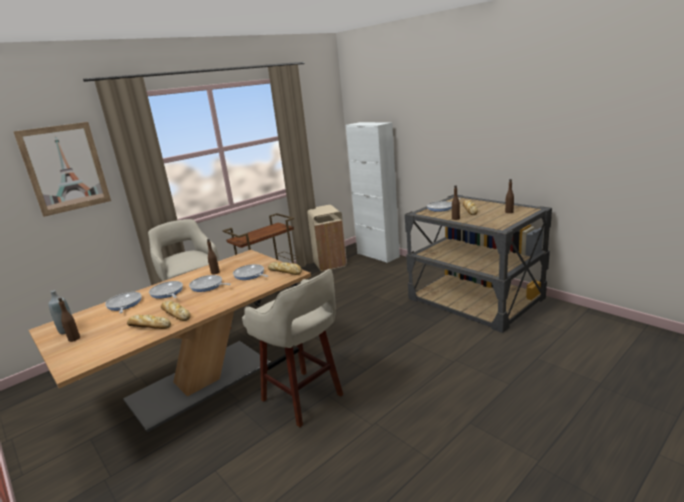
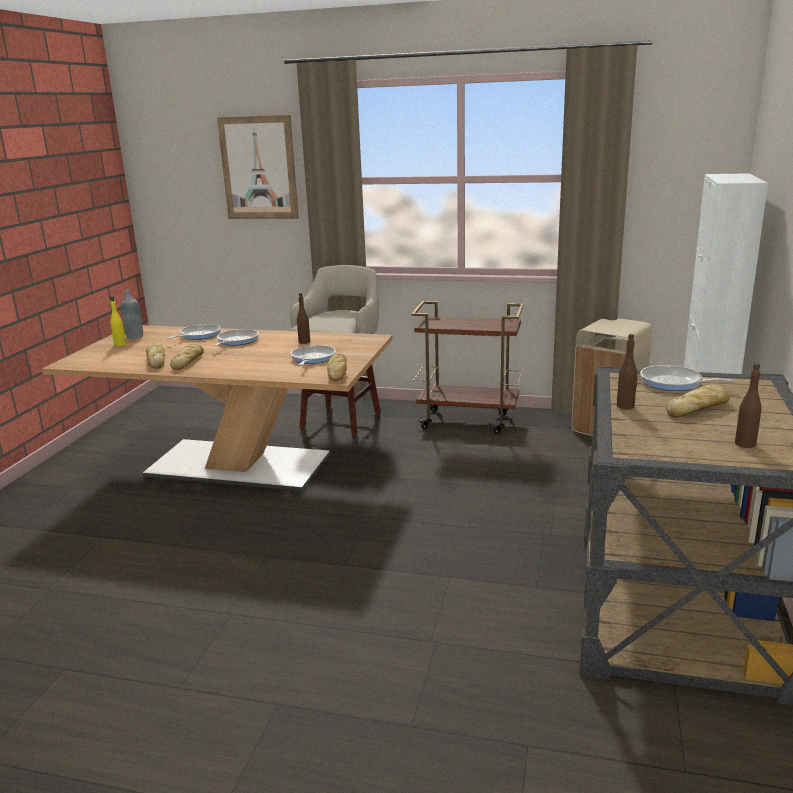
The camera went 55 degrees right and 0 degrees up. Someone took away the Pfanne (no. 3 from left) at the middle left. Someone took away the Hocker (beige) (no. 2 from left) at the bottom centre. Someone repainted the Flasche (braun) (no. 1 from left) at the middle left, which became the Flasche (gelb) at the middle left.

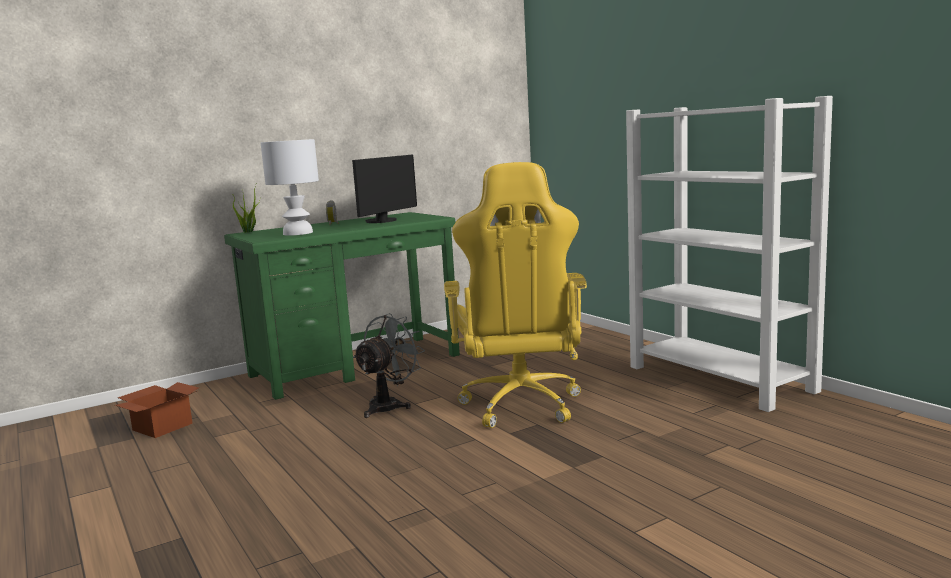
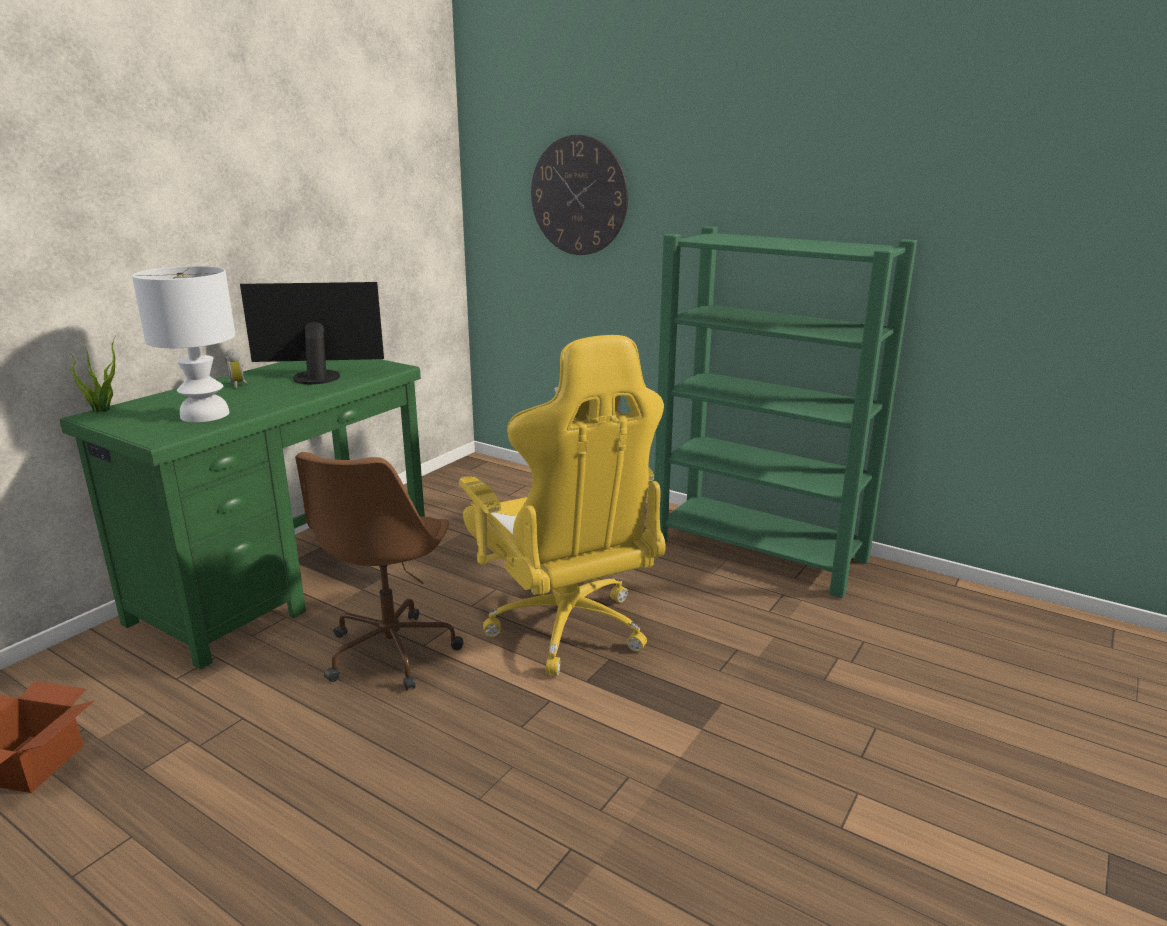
The camera went 25 degrees left and 10 degrees up. Someone put up the Wanduhr at the top centre. Someone swapped the Ventilator (grau) at the centre for the Bürostuhl (braun) at the middle left. Someone repainted the Bücherregal (weiß) at the middle right, which became the Bücherregal (grün) at the middle right. Someone rotated the Monitor at the top centre by 105 degrees counterclockwise.

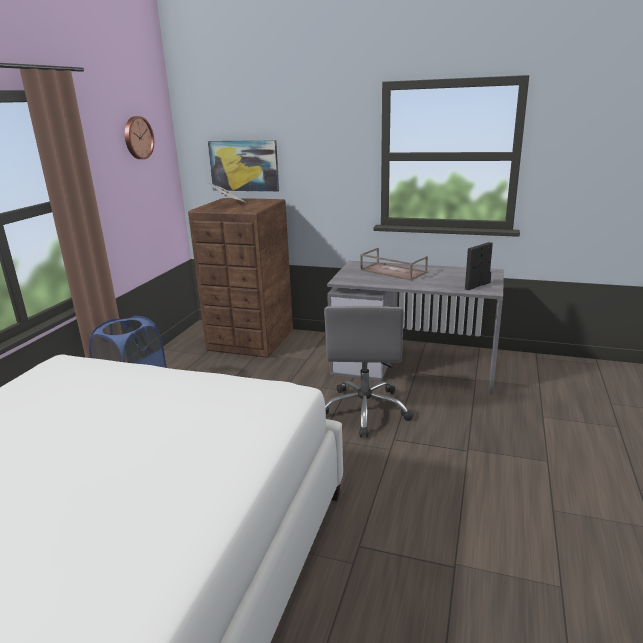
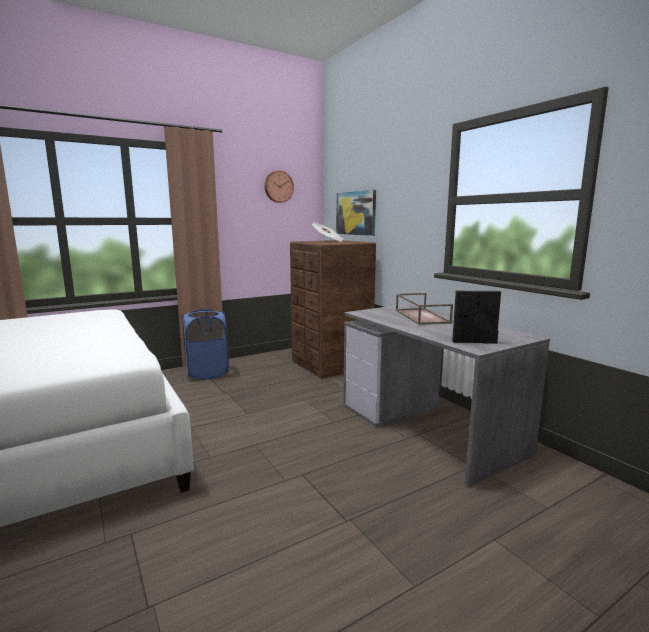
The camera went 40 degrees right and 10 degrees down. Someone took away the Bürostuhl (grau) at the centre.

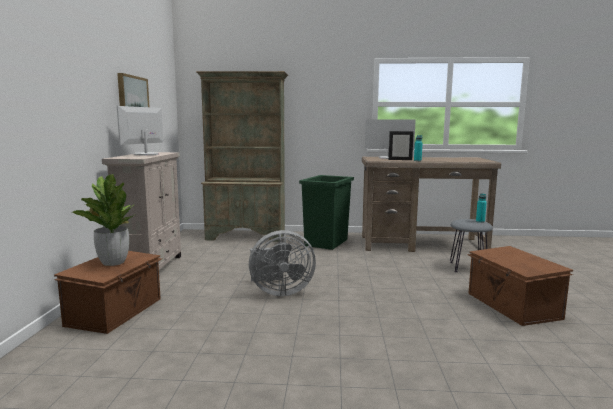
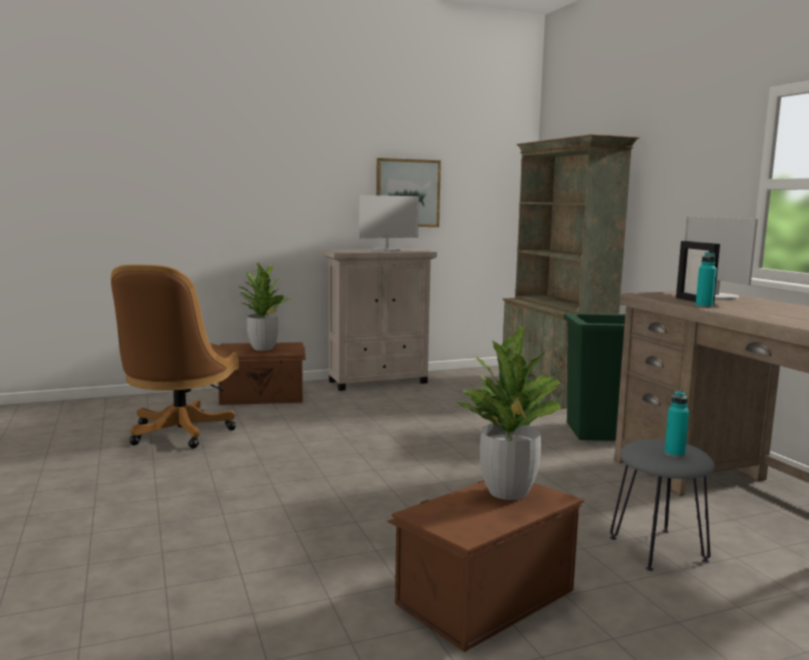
The camera went 65 degrees right and 0 degrees up. Someone took away the Ventilator (grau) at the centre. Someone put down the Bürostuhl (braun) at the middle left. Someone put down the Topfpflanze (no. 2 from left) at the centre. Someone rotated the Monitor (no. 1 from left) at the top left by 150 degrees clockwise.

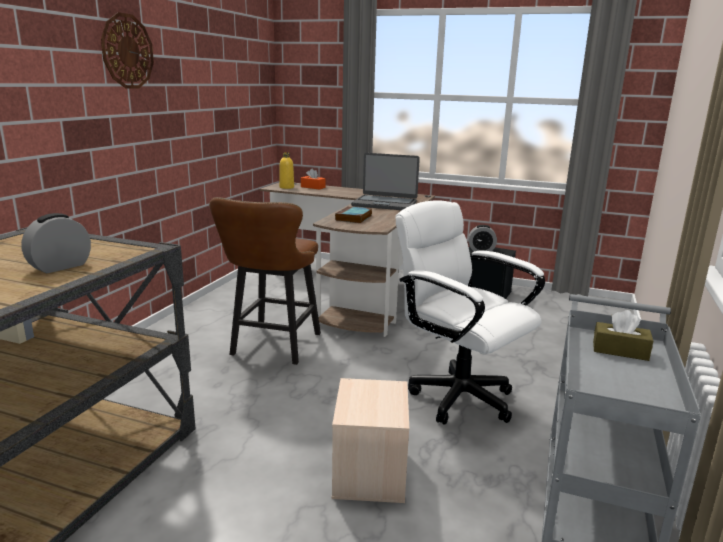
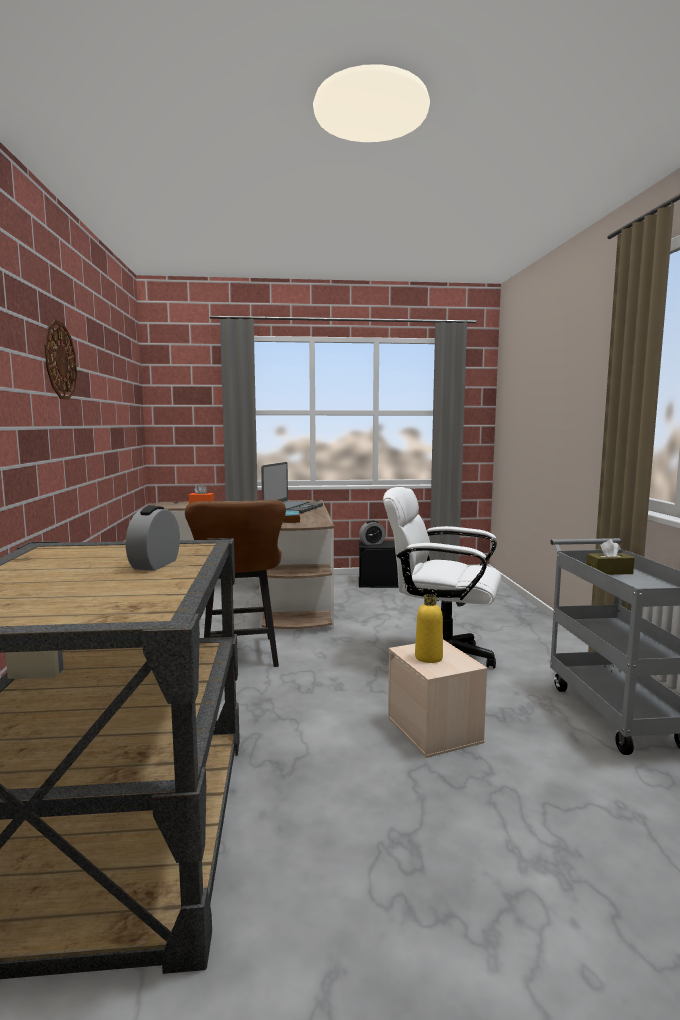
The camera went 25 degrees left and 10 degrees down. Someone carried the Flasche (gelb) from the top centre to the centre. Someone rotated the Laptop at the centre by 60 degrees counterclockwise.

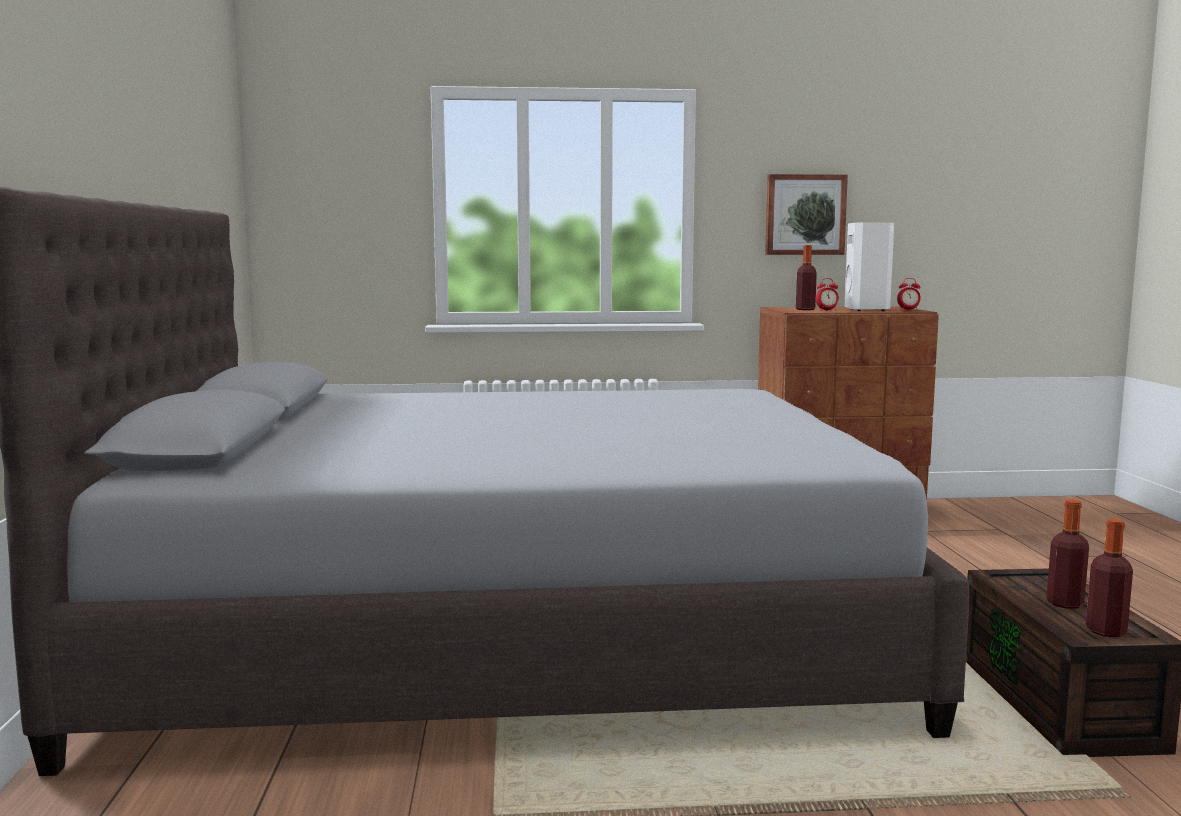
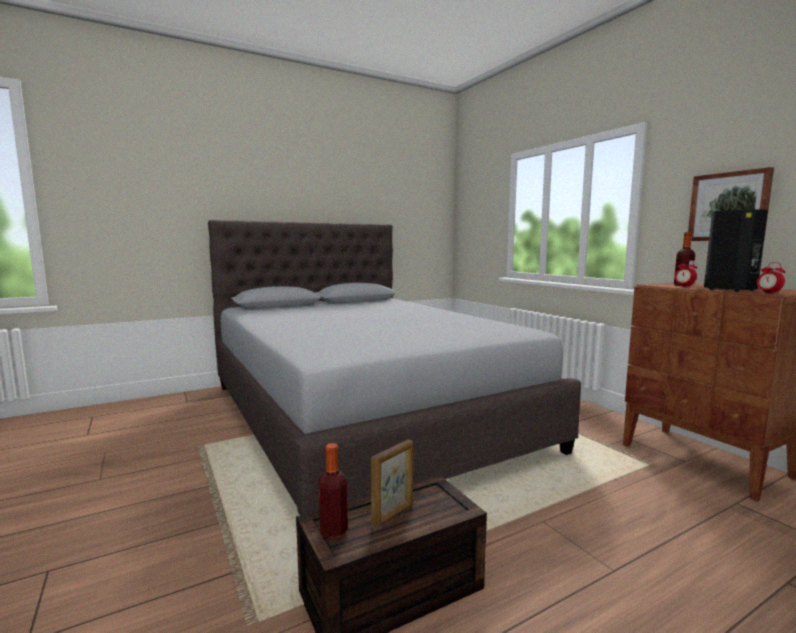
The camera went 65 degrees right and 0 degrees up. Someone swapped the Flasche (no. 2 from left) at the bottom right for the Bilderrahmen at the bottom centre. Someone repainted the Lautsprecher (weiß) at the top right, which became the Lautsprecher (schwarz) at the middle right.

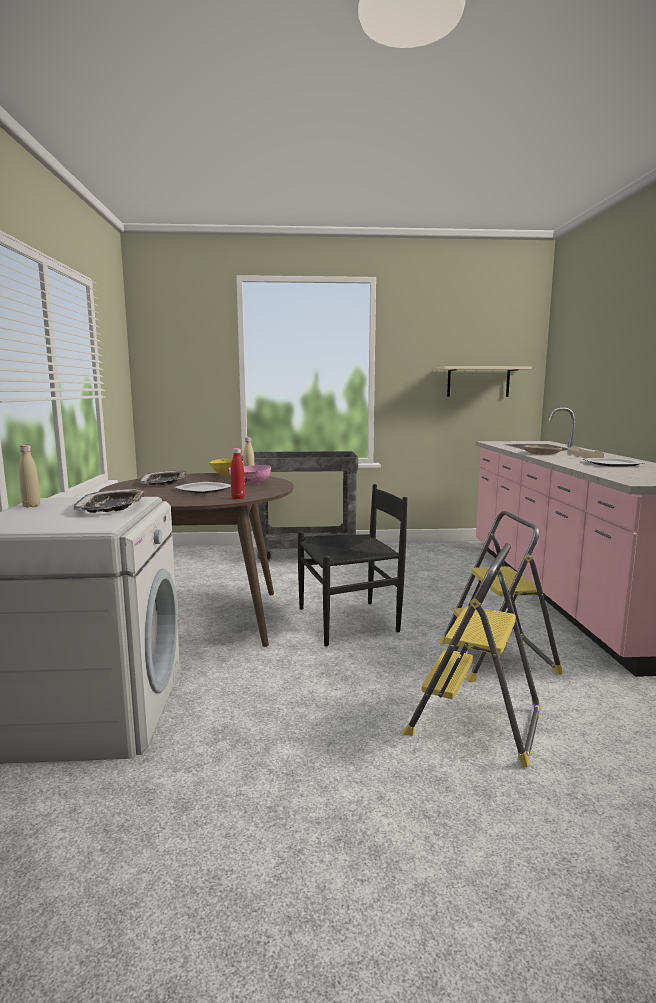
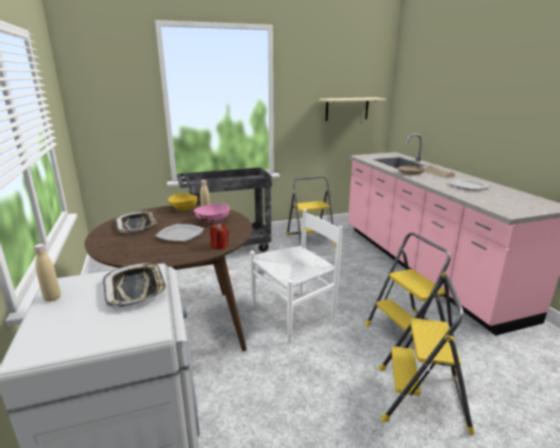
The camera went 15 degrees left and 10 degrees up. Someone put down the Trittleiter (gelb) (no. 1 from left) at the centre. Someone swapped the Flasche (rot) at the centre for the Kerze (rot) at the centre. Someone repainted the Stuhl (schwarz) at the centre, which became the Stuhl (weiß) at the centre.

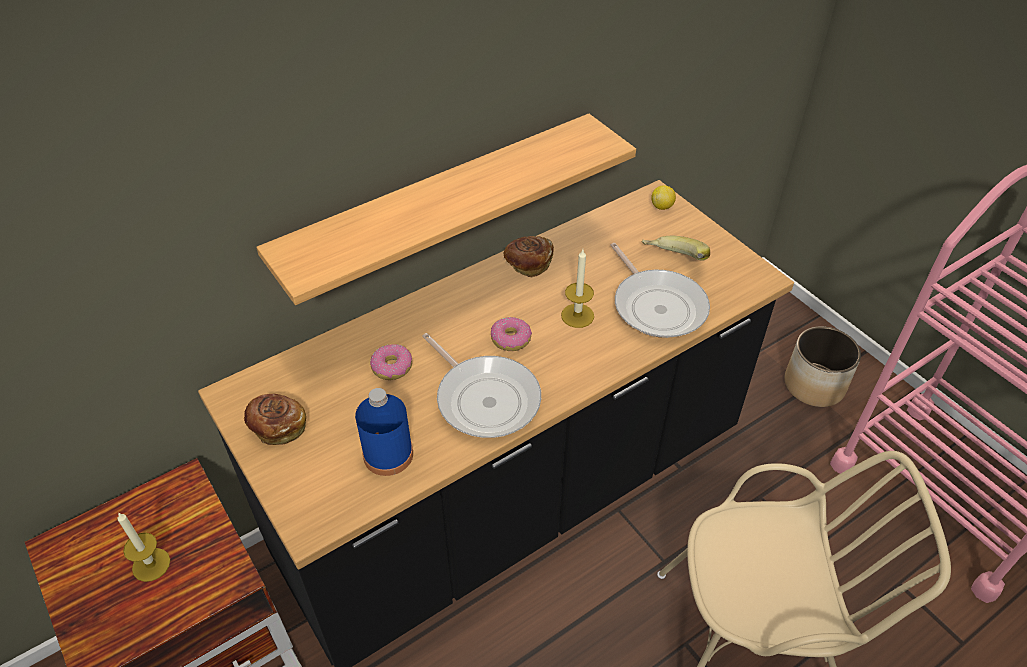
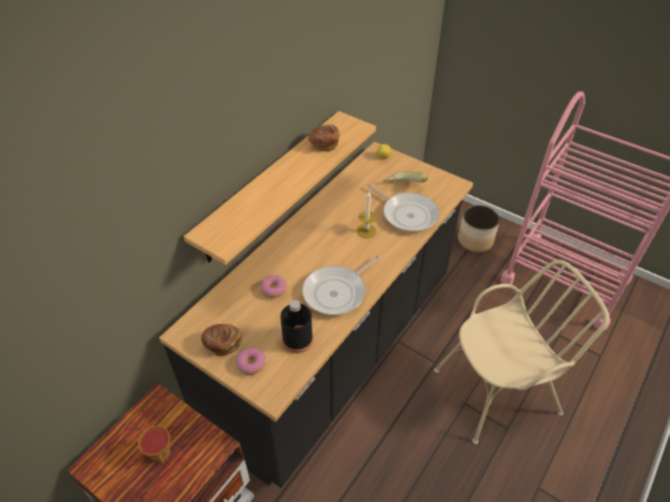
The camera went 20 degrees left and 0 degrees up. Someone carried the Donut (no. 2 from left in the first image) from the centre to the bottom centre. Someone carried the Brot (no. 2 from left) from the centre to the top centre. Someone swapped the Kerze (no. 1 from left) at the bottom left for the Tasse at the bottom left. Someone repainted the Flasche (blau) at the centre, which became the Flasche (schwarz) at the centre. Someone rotated the Pfanne (no. 1 from left) at the centre by 105 degrees clockwise.

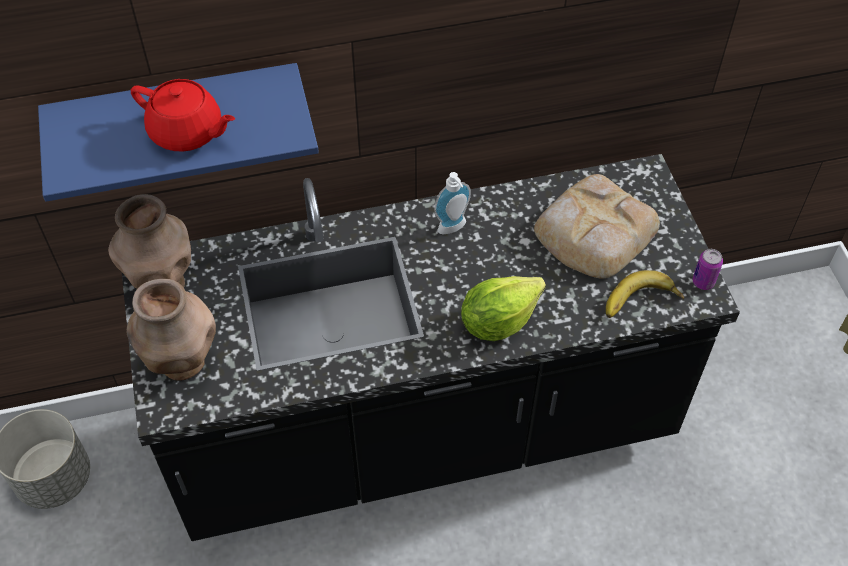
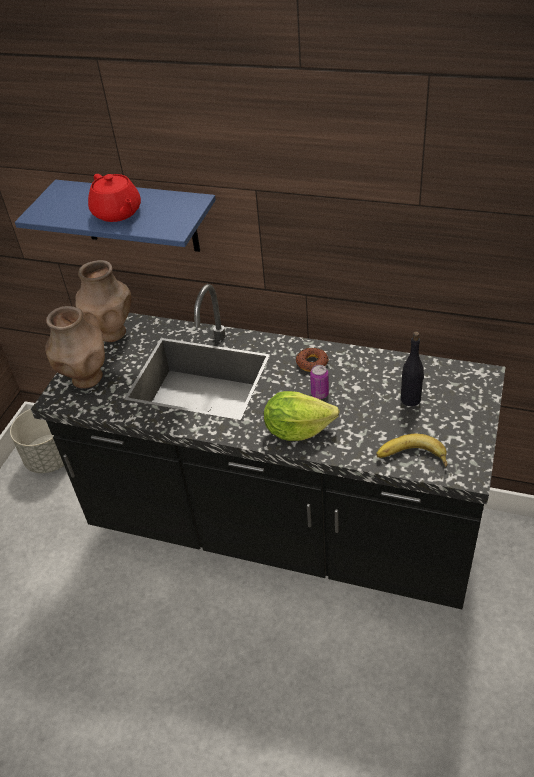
The camera went 35 degrees right and 10 degrees down. Someone carried the Dose from the middle right to the centre. Someone swapped the Seifenspender at the centre for the Donut at the centre. Someone swapped the Brot at the middle right for the Flasche (schwarz) at the middle right.

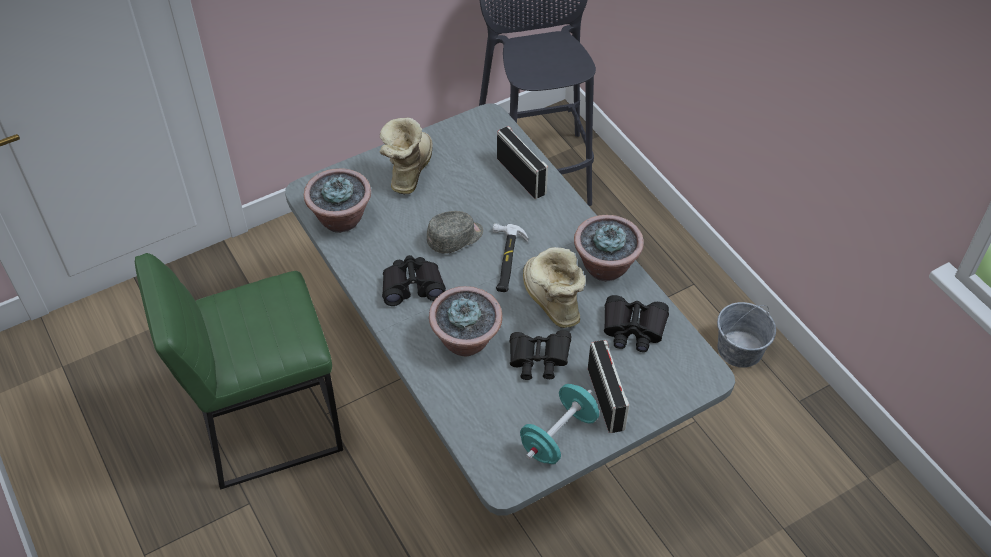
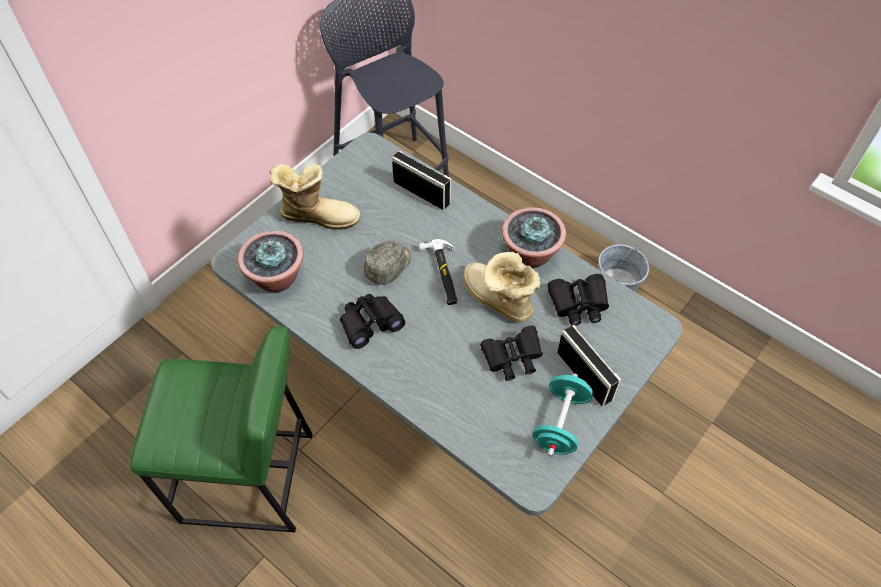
The camera went 20 degrees left and 5 degrees up. Someone took away the Topfpflanze (no. 2 from left) at the centre. Someone rotated the Stuhl (grün) at the middle left by 135 degrees counterclockwise. Someone rotated the Stiefel (no. 1 from left) at the top centre by 105 degrees clockwise.

